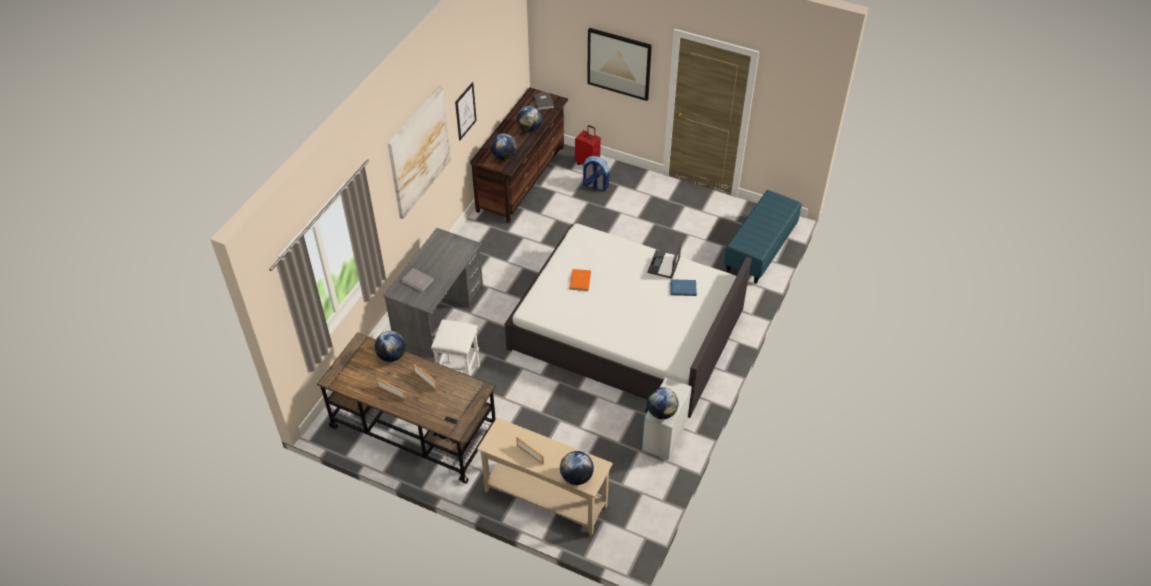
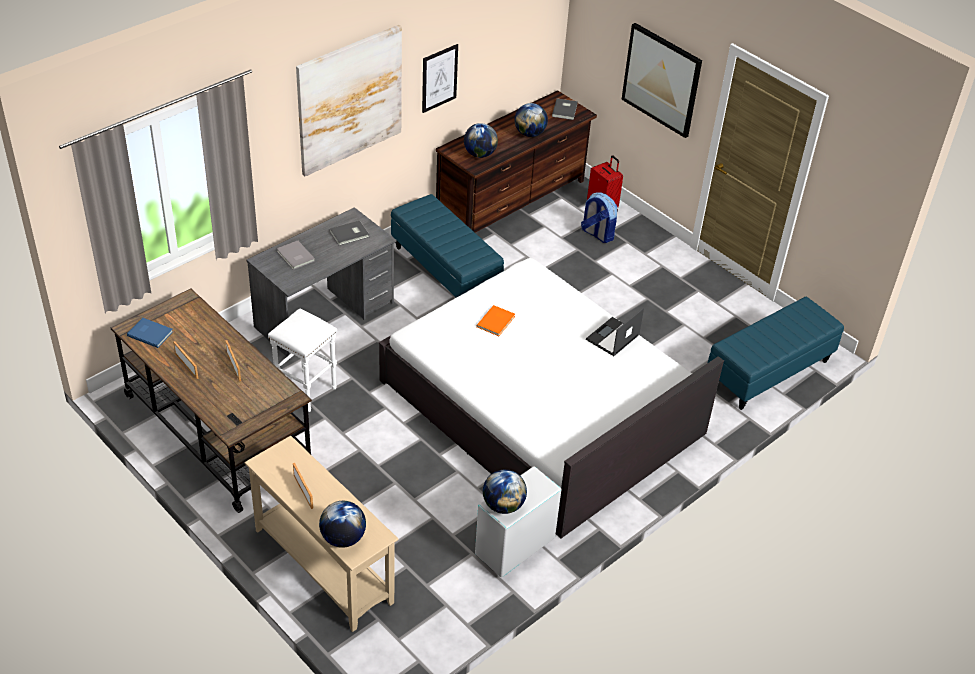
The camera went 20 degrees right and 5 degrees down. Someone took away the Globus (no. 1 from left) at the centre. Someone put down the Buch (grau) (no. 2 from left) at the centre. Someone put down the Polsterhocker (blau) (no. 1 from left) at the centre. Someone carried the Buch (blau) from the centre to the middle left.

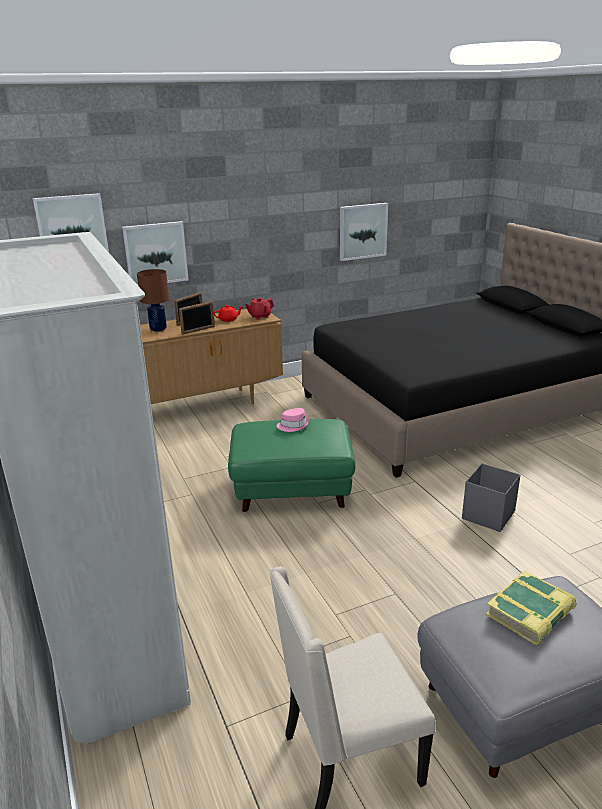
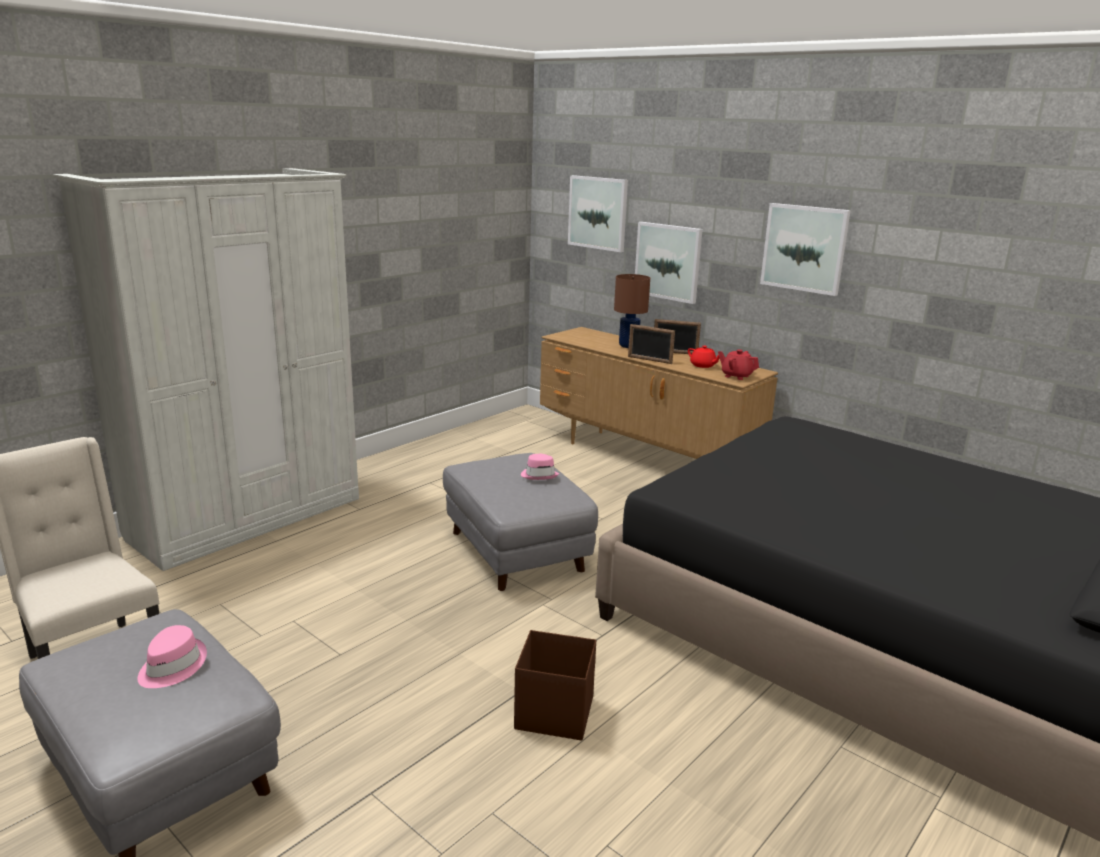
The camera went 65 degrees right and 5 degrees down. Someone carried the Bild (no. 3 from left) from the top centre to the top right. Someone swapped the Buch at the bottom right for the Hut (rosa) (no. 1 from left) at the bottom left. Someone repainted the Polsterhocker (grün) at the centre, which became the Polsterhocker (grau) (no. 2 from left) at the centre. Someone repainted the Aufbewahrungsbox (grau) at the middle right, which became the Aufbewahrungsbox (braun) at the bottom centre.

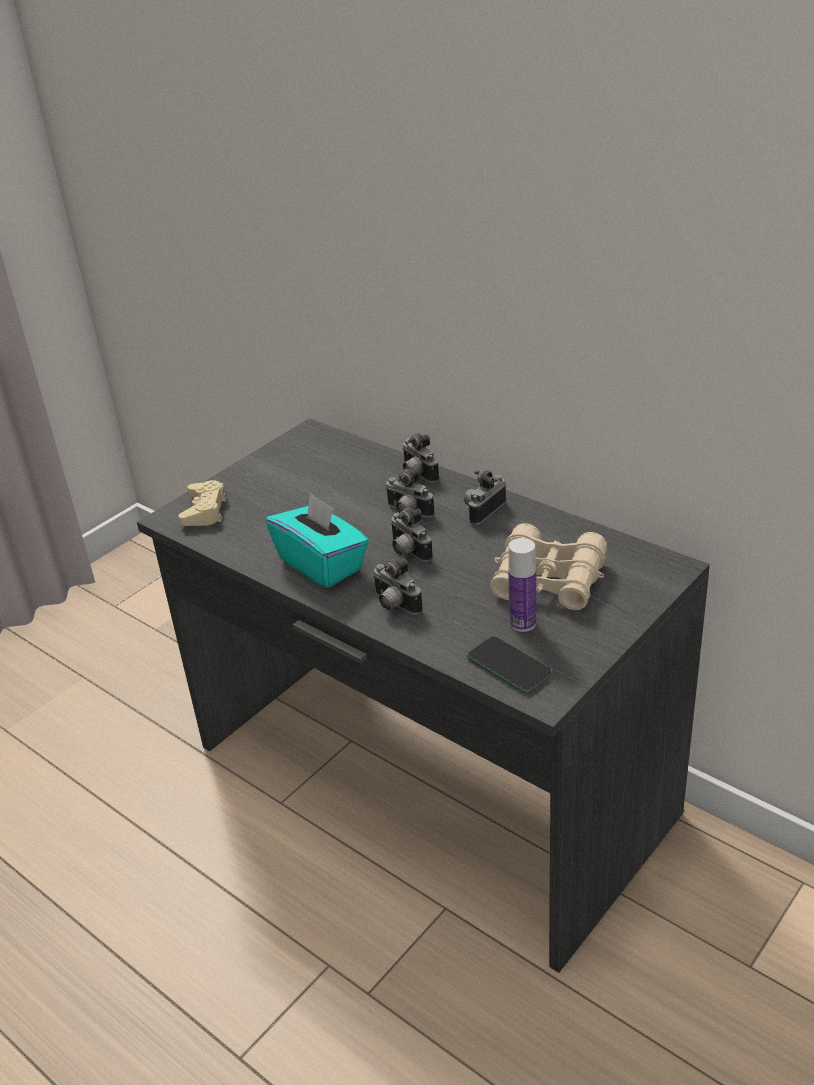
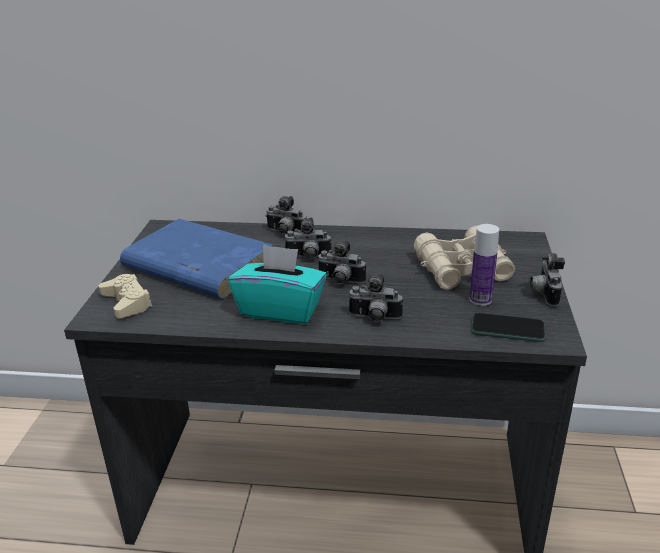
The camera went 35 degrees left and 5 degrees down. Someone put down the Buch (blau) at the middle left. Someone carried the Kamera (no. 5 from left) from the centre to the middle right.

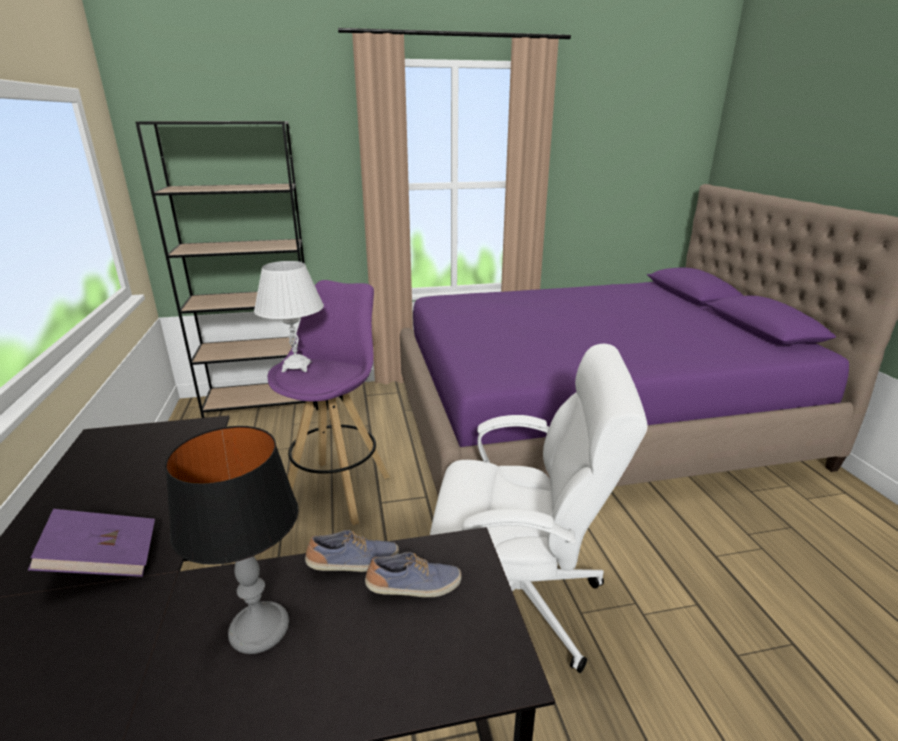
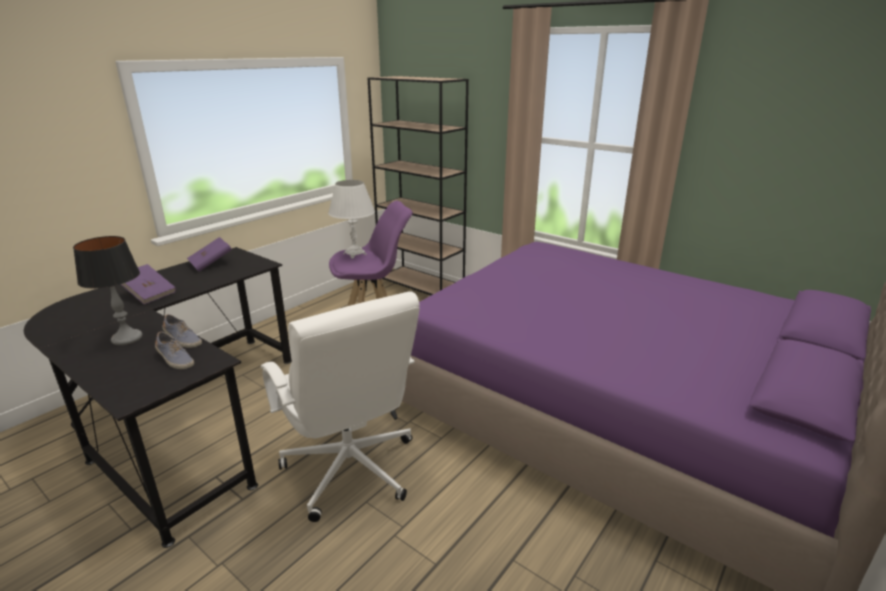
The camera went 50 degrees right and 0 degrees up. Someone put down the Buch (lila) (no. 2 from left) at the middle left.

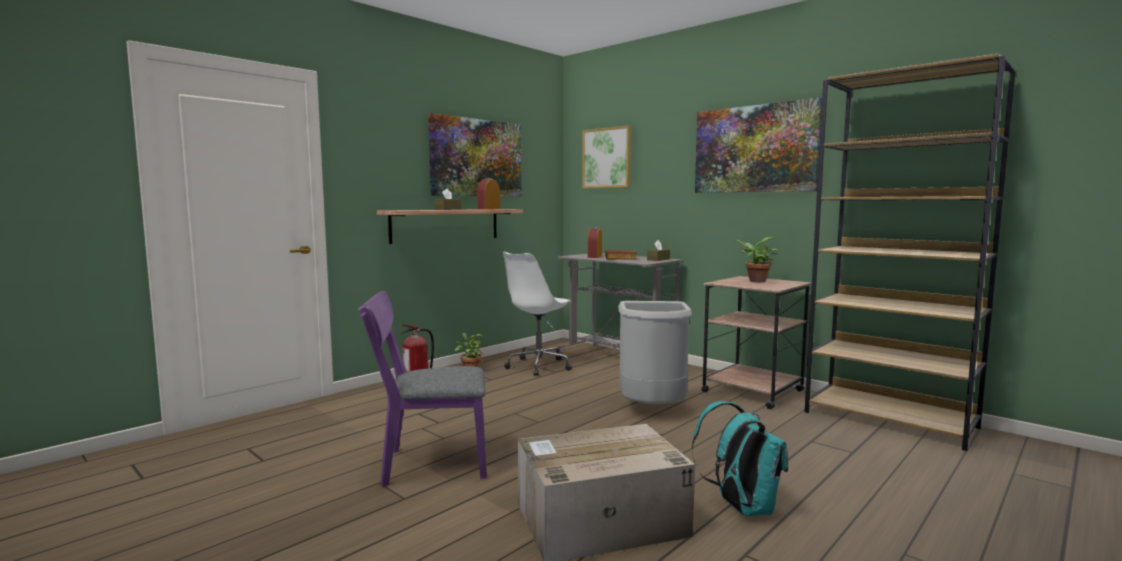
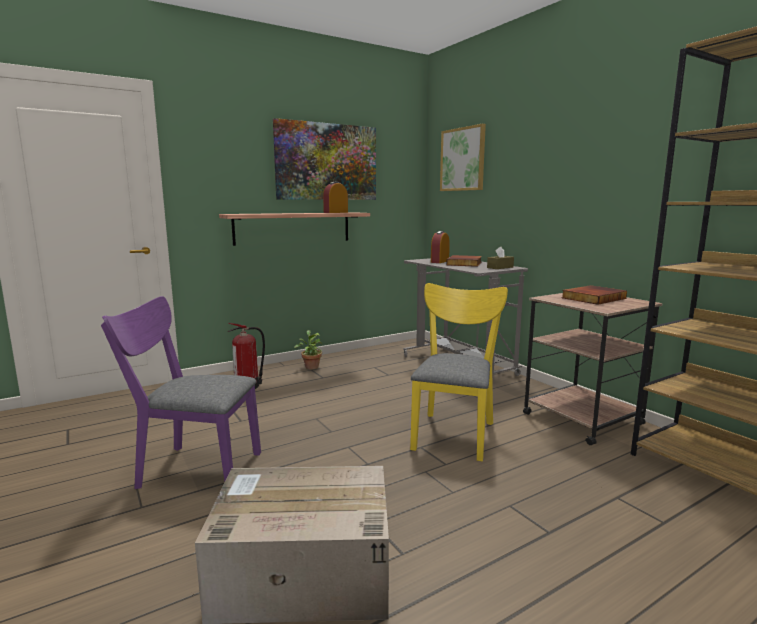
The camera went 15 degrees right and 5 degrees up. Someone took away the Taschentuchbox (braun) (no. 1 from left) at the centre. Someone took away the Bürostuhl (weiß) at the centre. Someone took away the Rucksack (türkis) at the bottom centre. Someone took away the Bild (no. 3 from left) at the top right. Someone swapped the Mülleimer (grau) at the centre for the Stuhl (gelb) at the centre. Someone swapped the Topfpflanze (no. 2 from left) at the middle right for the Buch (no. 2 from left) at the middle right.

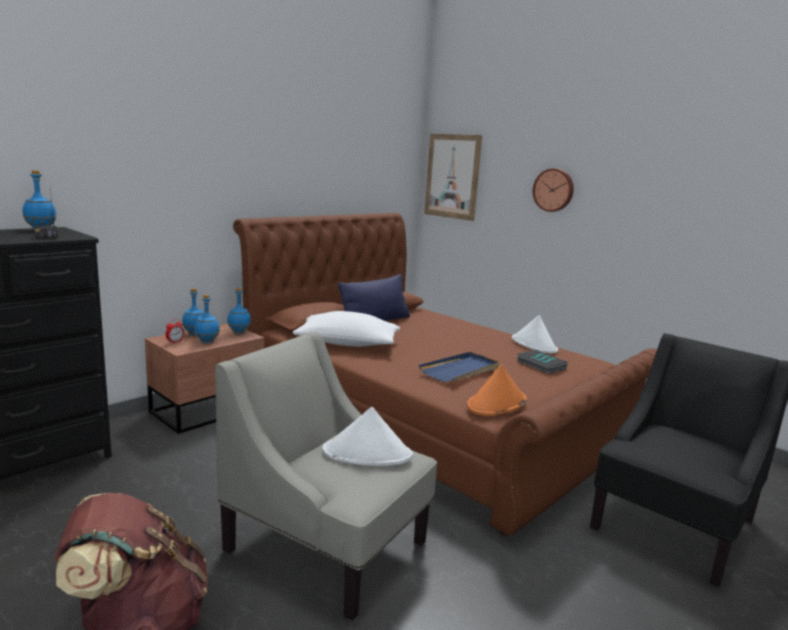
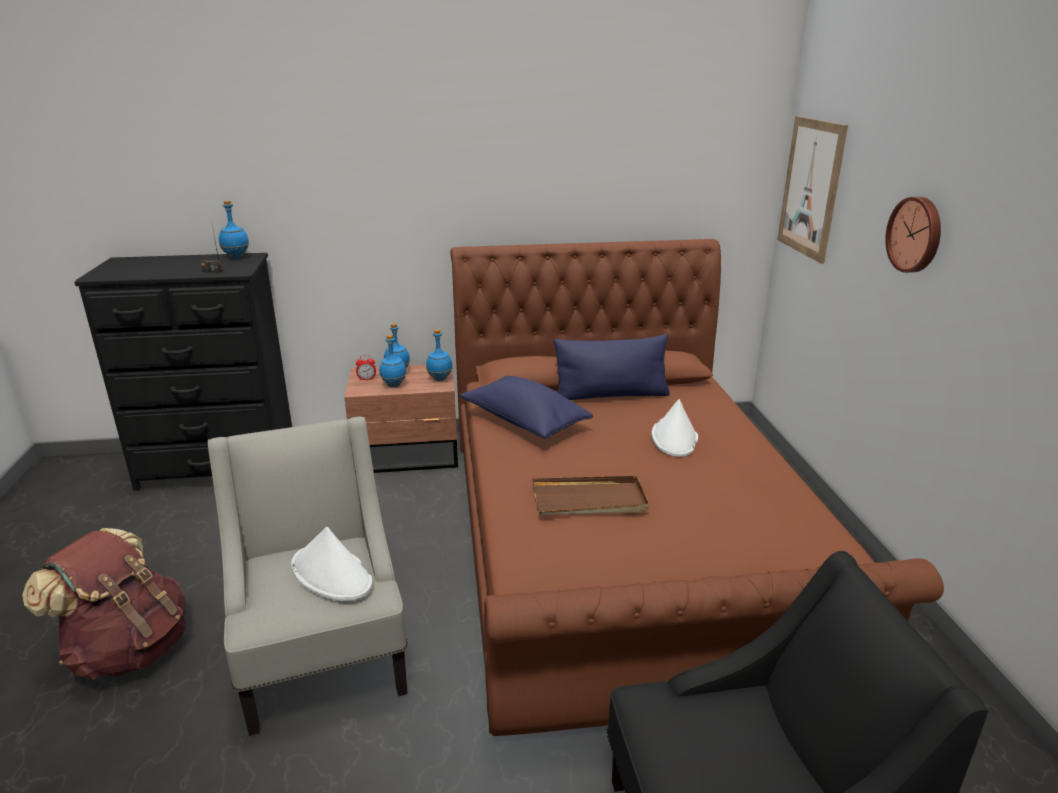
The camera went 40 degrees right and 10 degrees up. Someone took away the Hut (orange) at the centre. Someone took away the Buch at the middle right. Someone carried the Hut (weiß) (no. 2 from left) from the middle right to the centre. Someone repainted the Kissen (weiß) at the centre, which became the Kissen (blau) (no. 1 from left) at the centre. Someone repainted the Tablett (blau) at the centre, which became the Tablett (braun) at the centre.

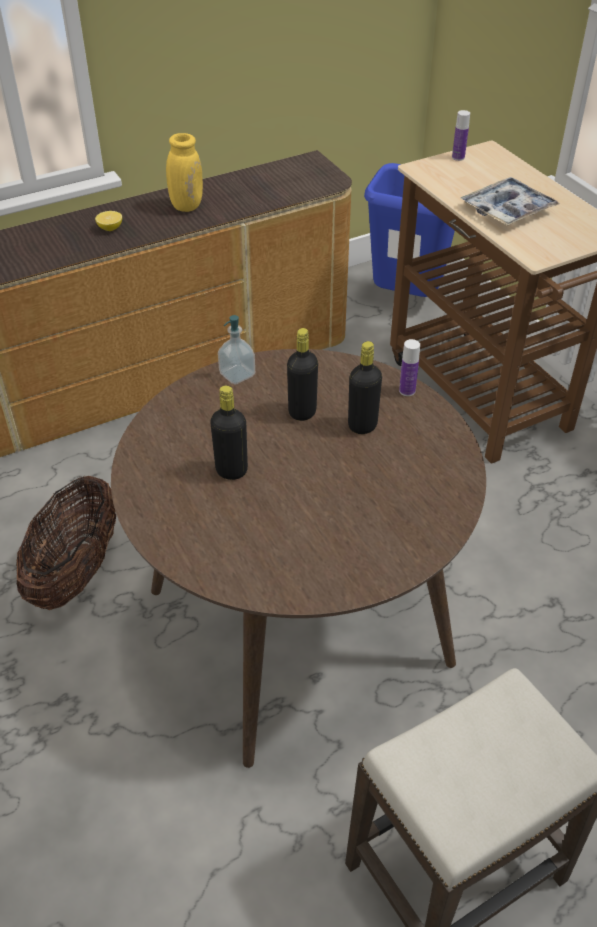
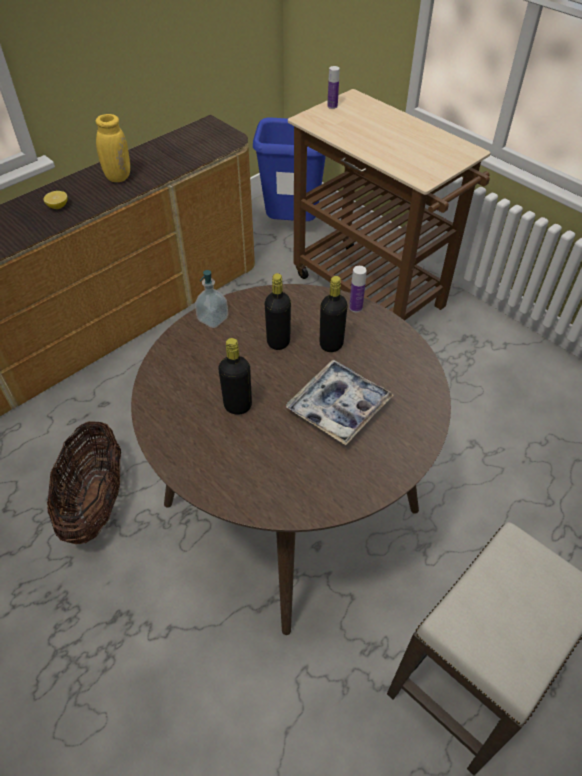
The camera went 15 degrees left and 5 degrees up. Someone carried the Tablett from the top right to the centre.

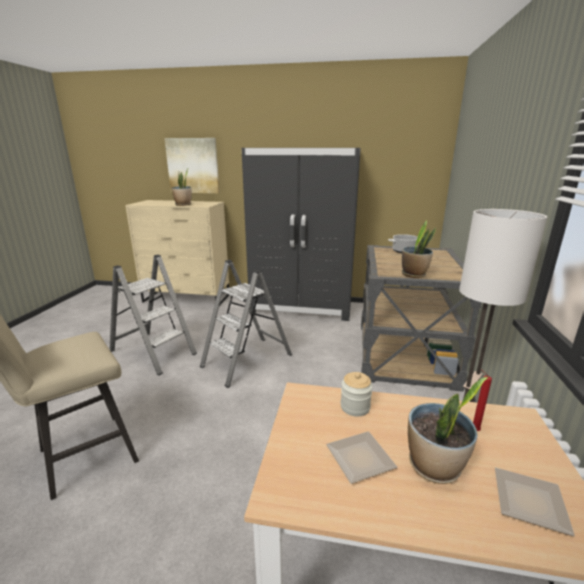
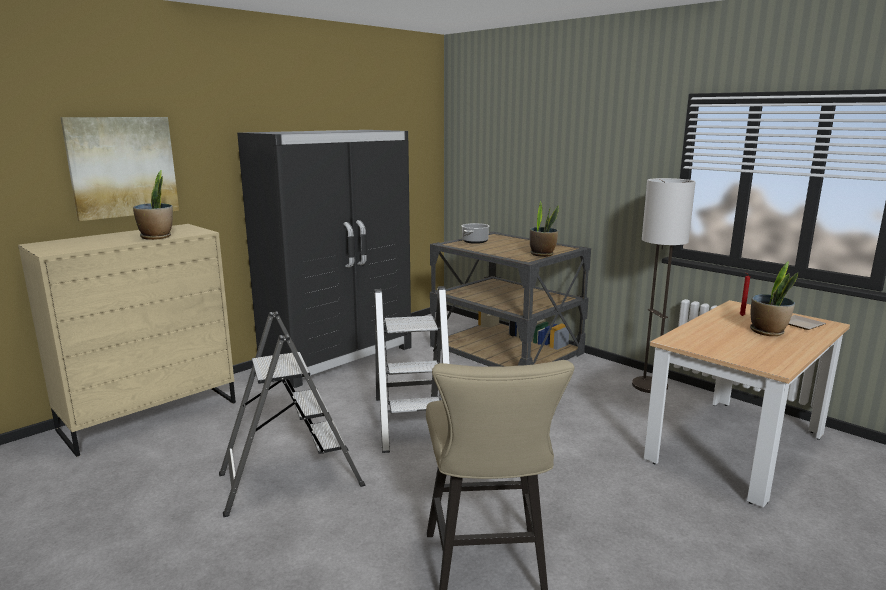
The camera went 55 degrees left and 5 degrees down. Someone took away the Teller (no. 1 from left) at the bottom centre. Someone took away the Vorratsglas at the bottom centre.

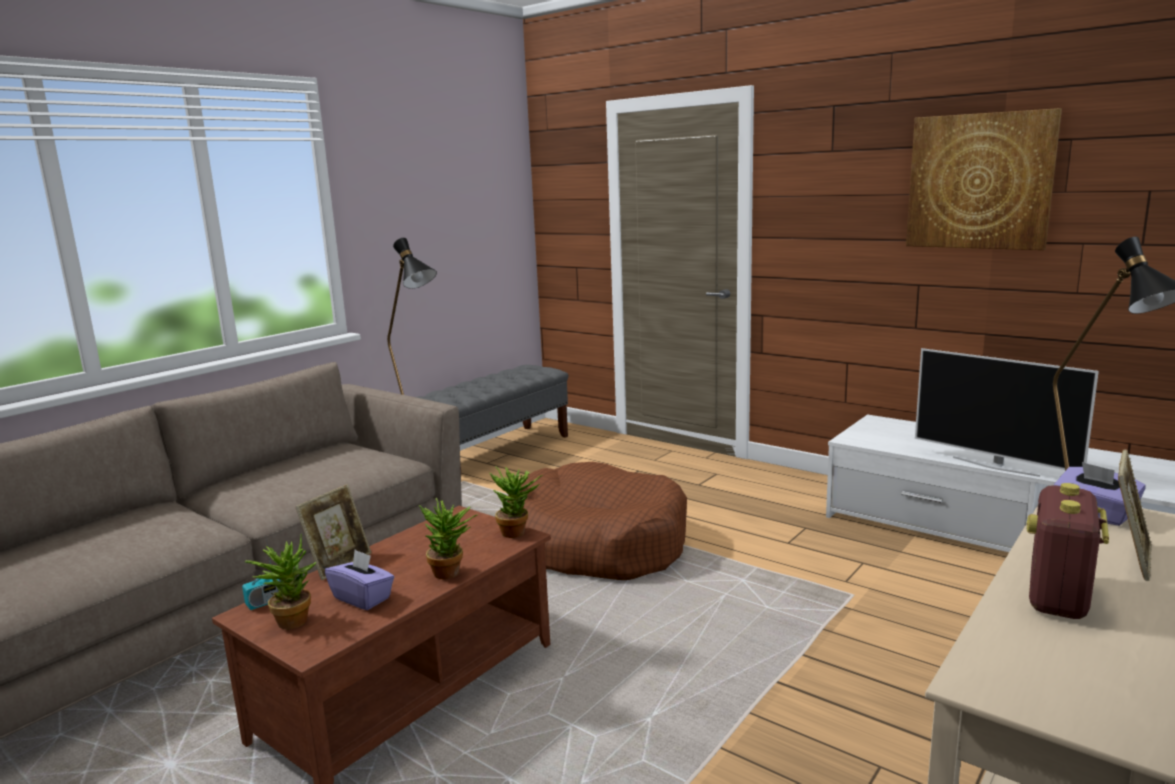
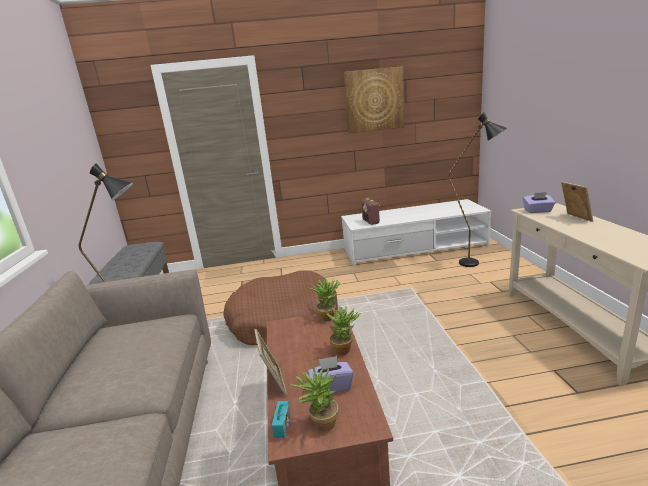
The camera went 45 degrees left and 5 degrees up. Someone took away the Fernseher at the middle right. Someone carried the Radio (no. 2 from left) from the bottom right to the centre.

